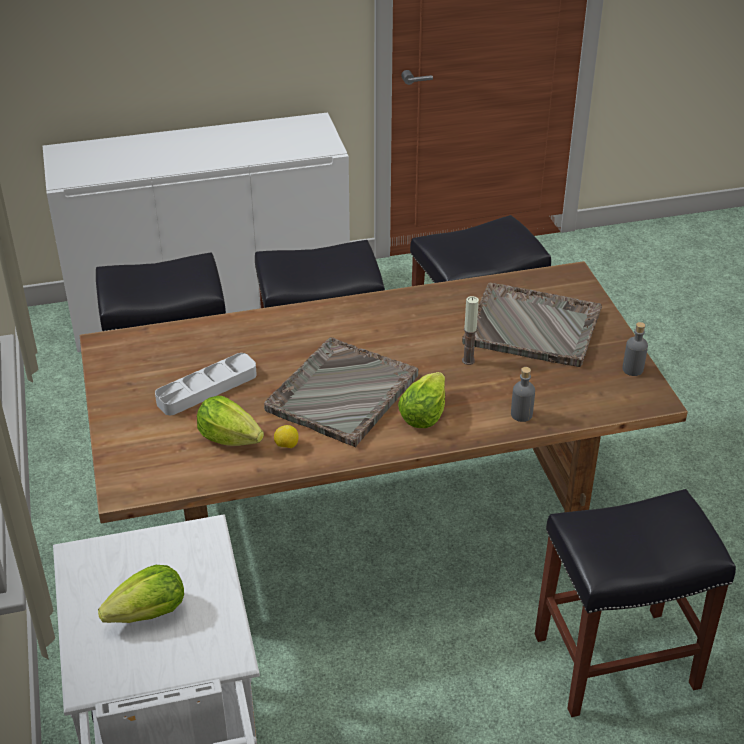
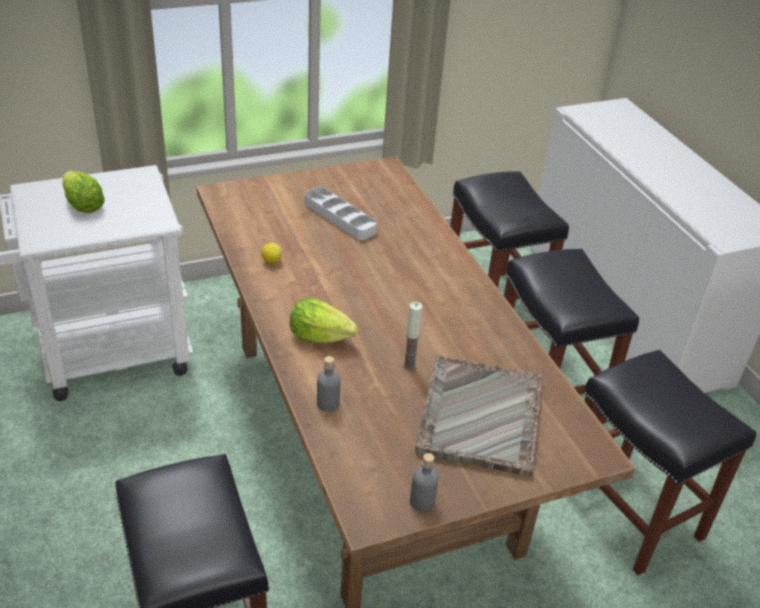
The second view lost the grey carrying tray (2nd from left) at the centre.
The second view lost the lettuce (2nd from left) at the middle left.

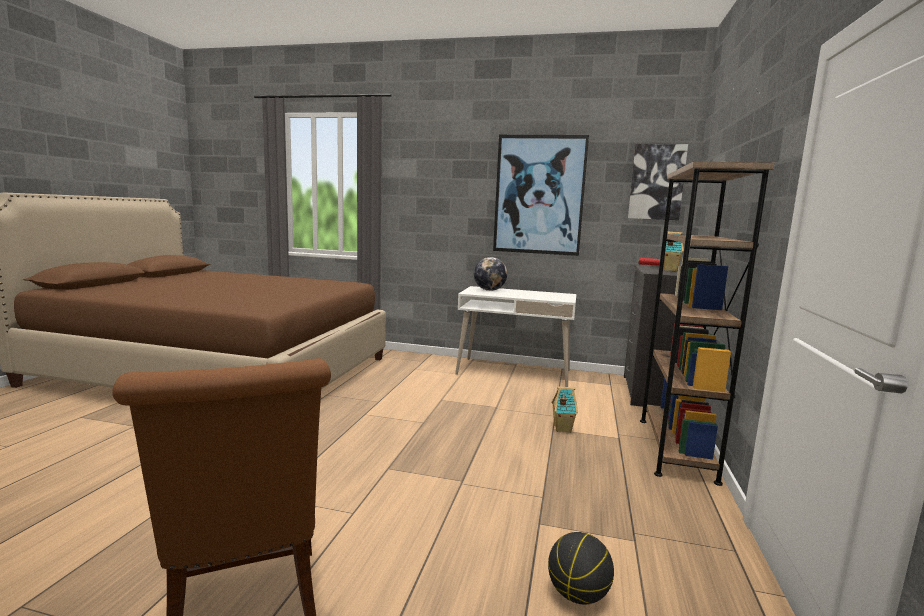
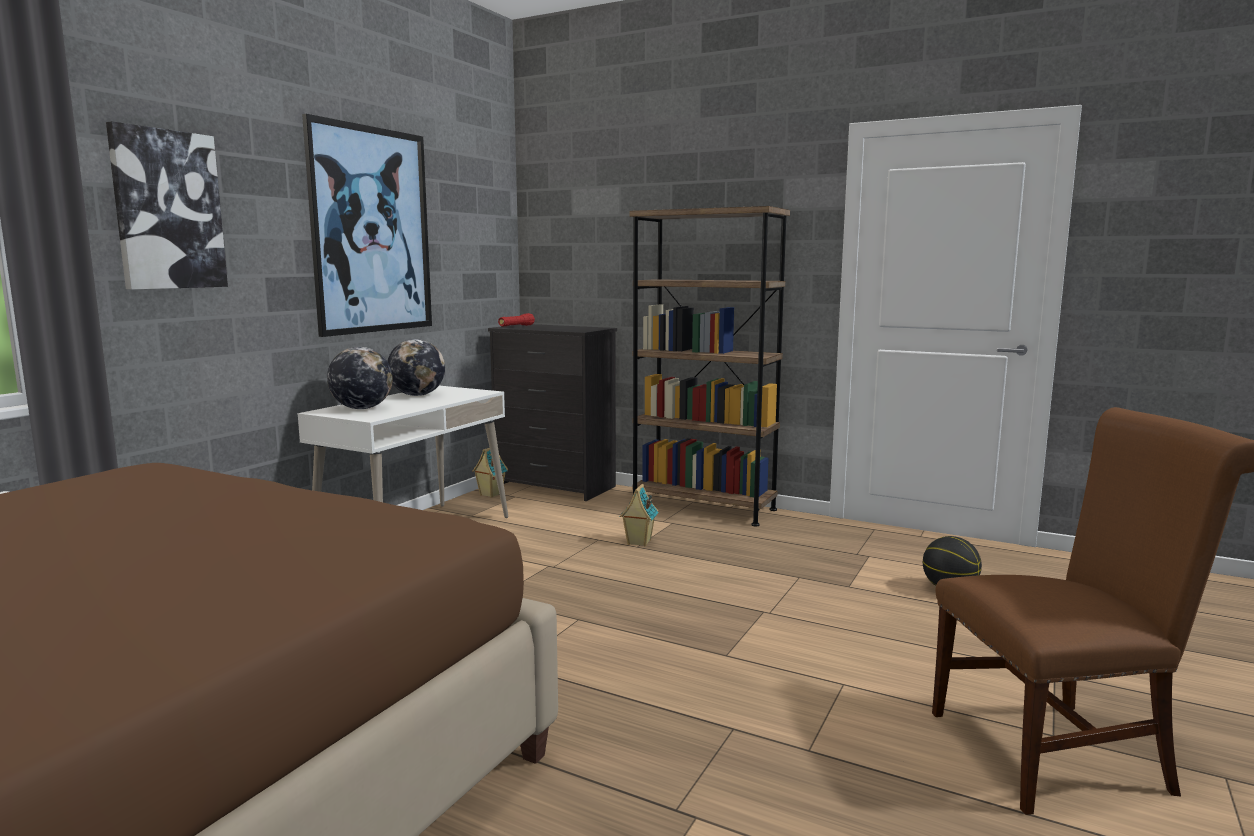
The wall art (2nd from left in the first image) ended up elsewhere, having gone from the top right to the top left.
The model house (2nd from left in the first image) ended up elsewhere, having gone from the middle right to the centre.
The second view gained the desk globe (2nd from left) at the middle left.

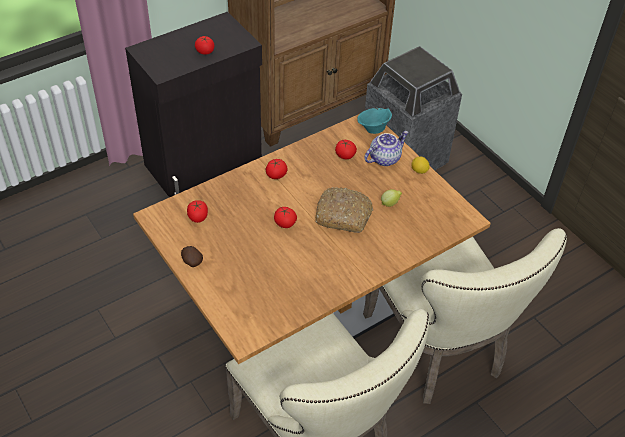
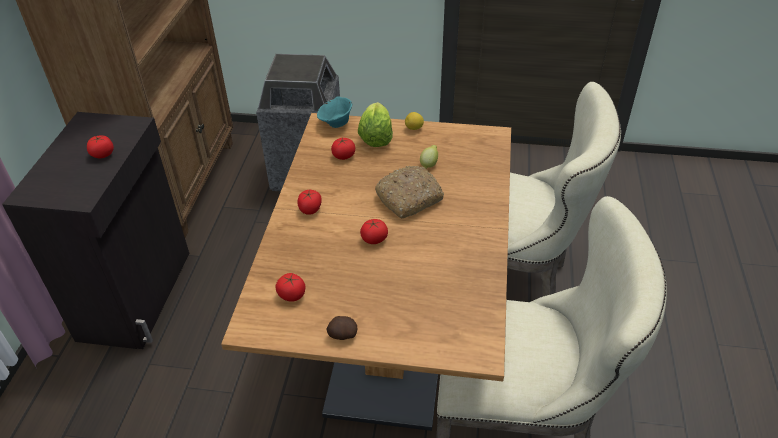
Where the pot for tea stood at the centre, the lettuce came to stand at the top centre.

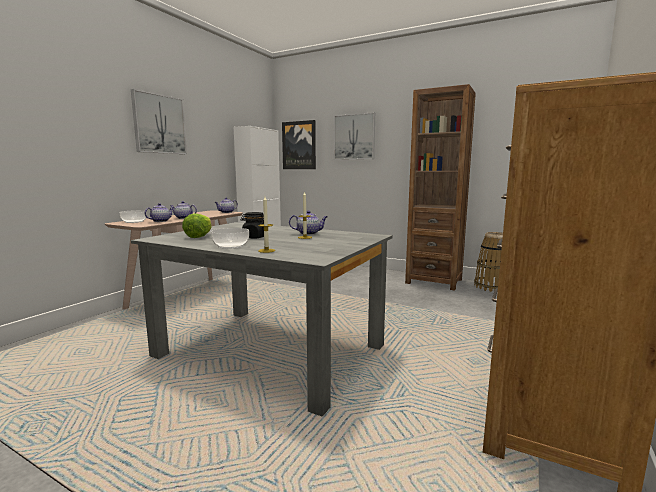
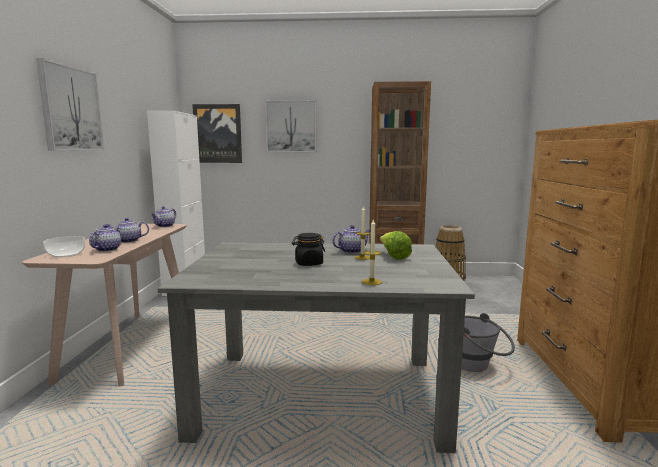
The lettuce ended up elsewhere, having gone from the middle left to the centre.
The second view lost the bowl (2nd from left) at the centre.
The second view gained the grey bucket at the bottom right.

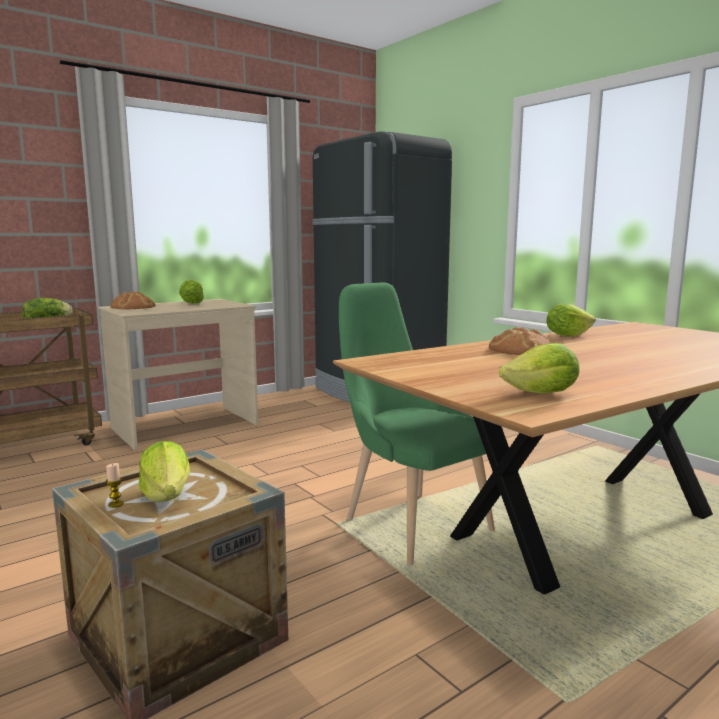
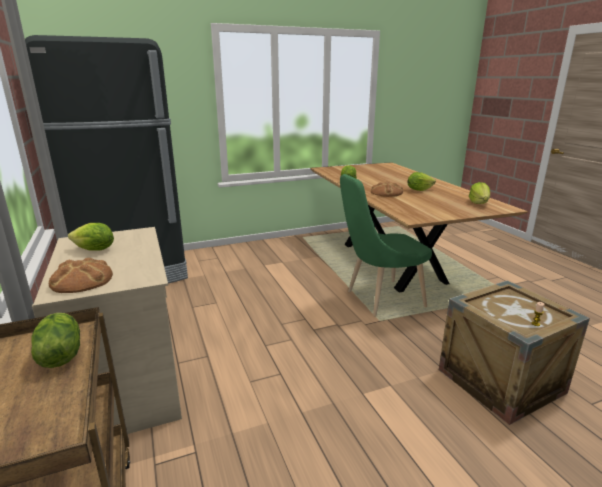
The lettuce (2nd from left in the first image) ended up elsewhere, having gone from the middle left to the middle right.

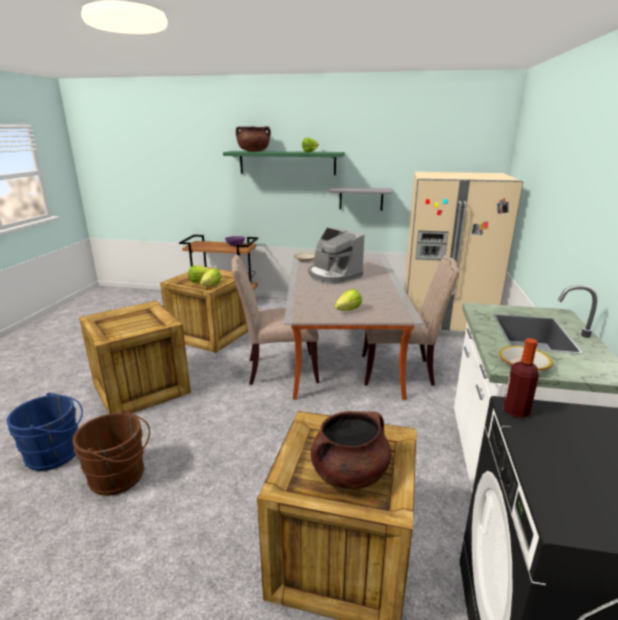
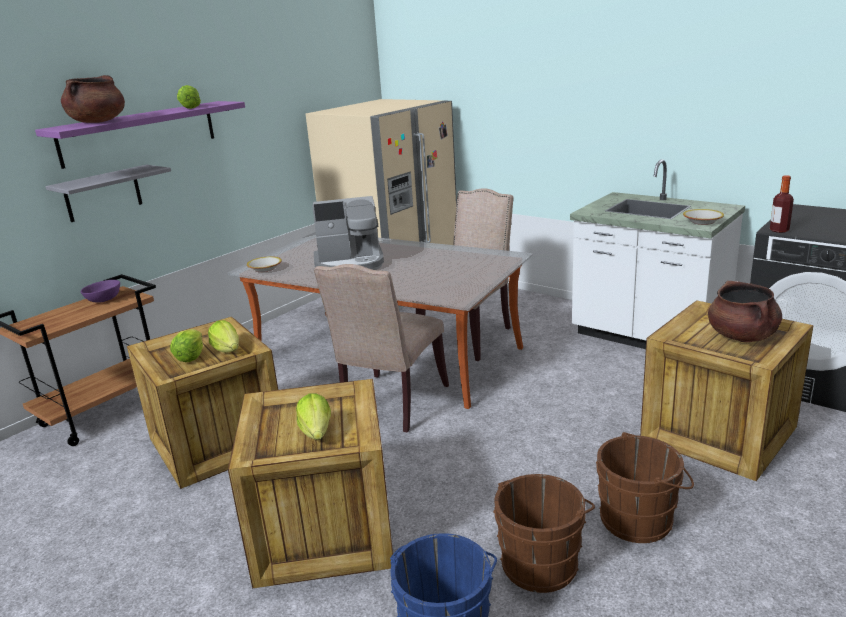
What was the green wall shelf at the top centre turned into the purple-coloured wall shelf at the top left.
The grey wall shelf ended up elsewhere, having gone from the top centre to the top left.
The lettuce (4th from left) ended up elsewhere, having gone from the centre to the bottom centre.
The second view gained the brownish bucket (2nd from left) at the bottom right.

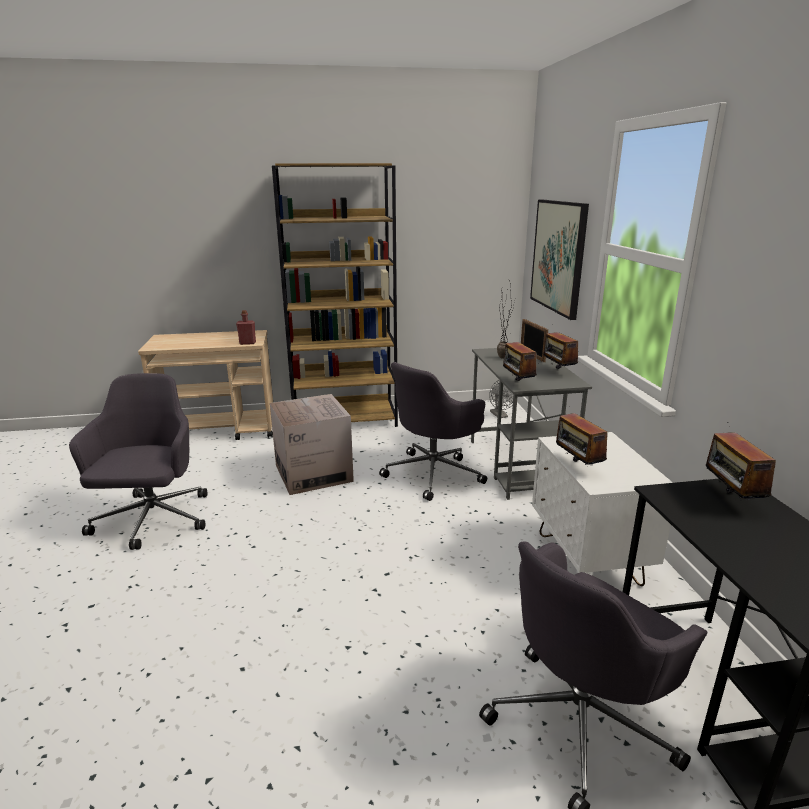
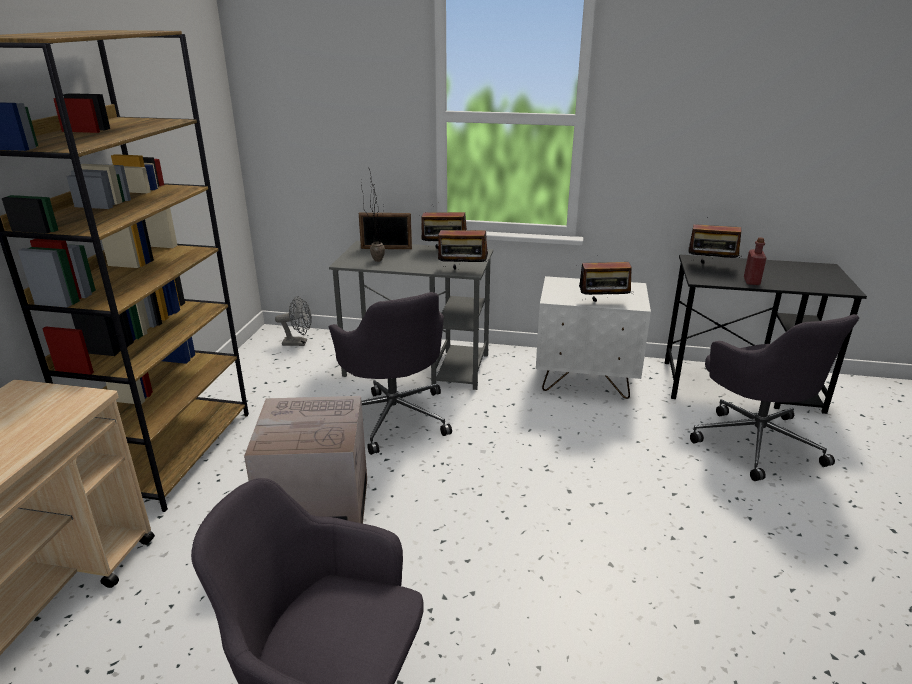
The second view lost the wall art at the top right.
The red bottle ended up elsewhere, having gone from the middle left to the middle right.

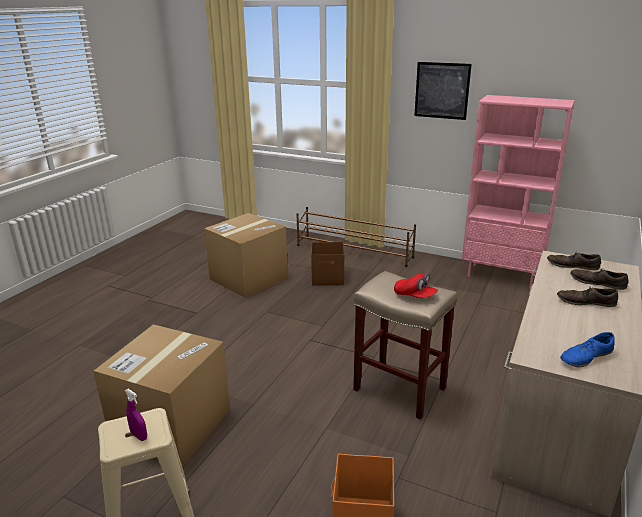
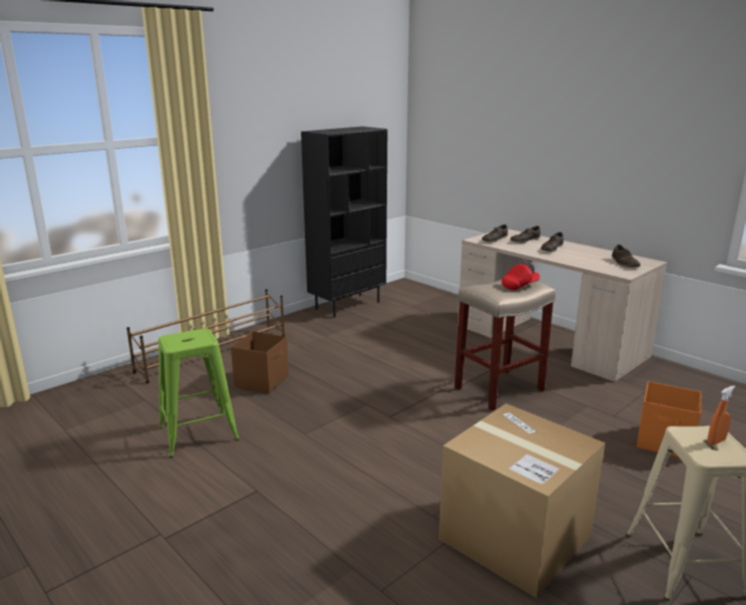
The second view lost the wall art at the top right.
What was the pink-coloured bookcase at the middle right turned into the blackish bookcase at the centre.
Where the cardboard box (2nd from left) stood at the centre, the green stool came to stand at the middle left.
What was the blue shoe at the bottom right turned into the brownish shoe (4th from left) at the middle right.
What was the purple-coloured hand sprayer at the bottom left turned into the orange-coloured hand sprayer at the bottom right.

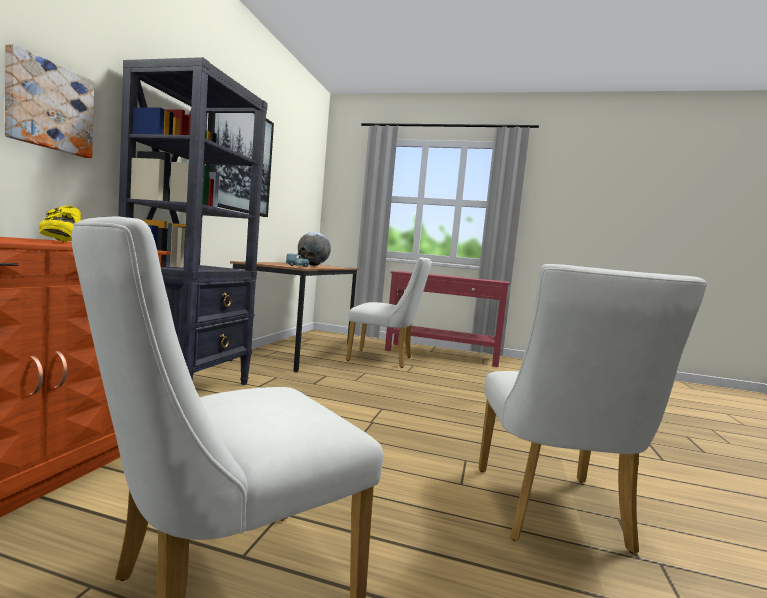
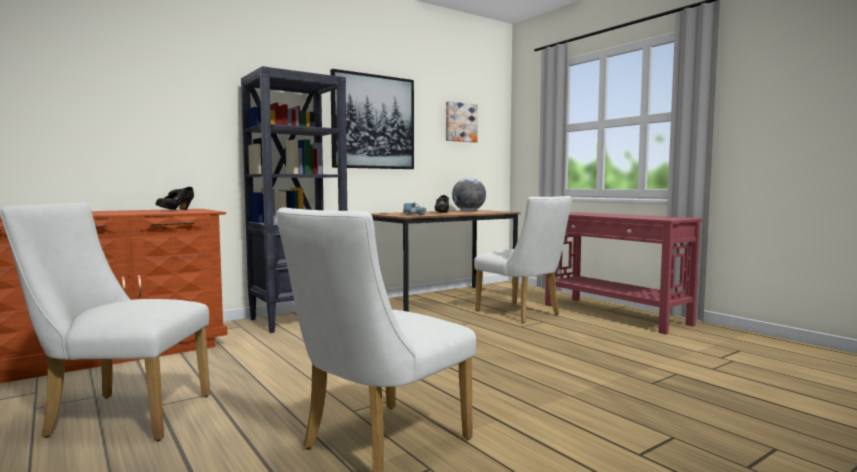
The wall art (1st from left in the first image) ended up elsewhere, having gone from the top left to the top centre.
What was the yellow shoe at the middle left turned into the blackish shoe (1st from left) at the middle left.

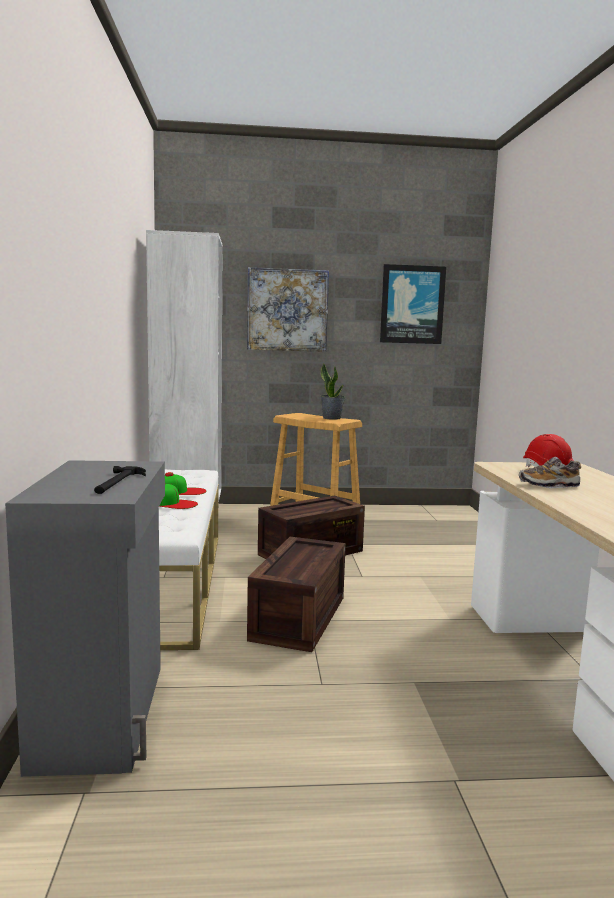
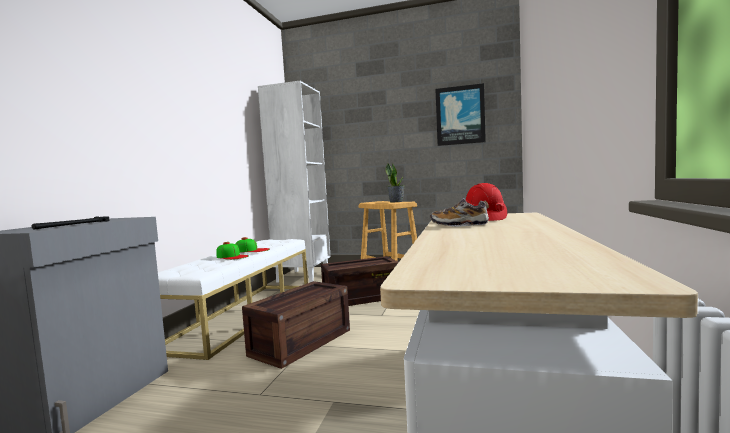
The second view lost the wall art (1st from left) at the centre.

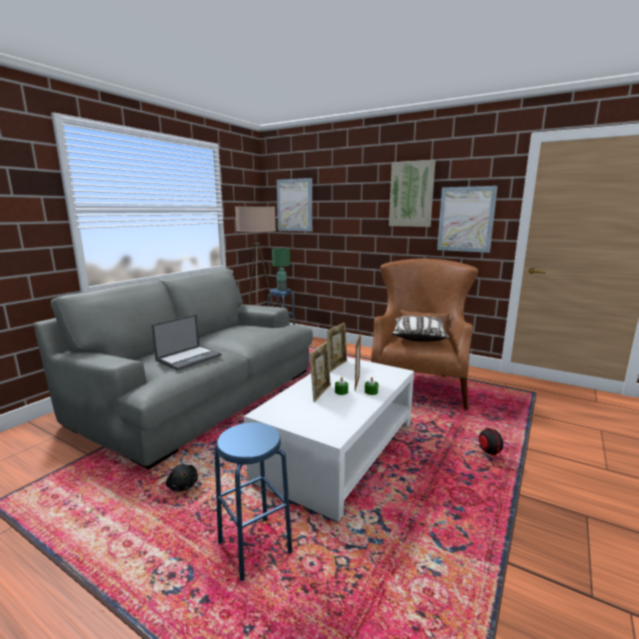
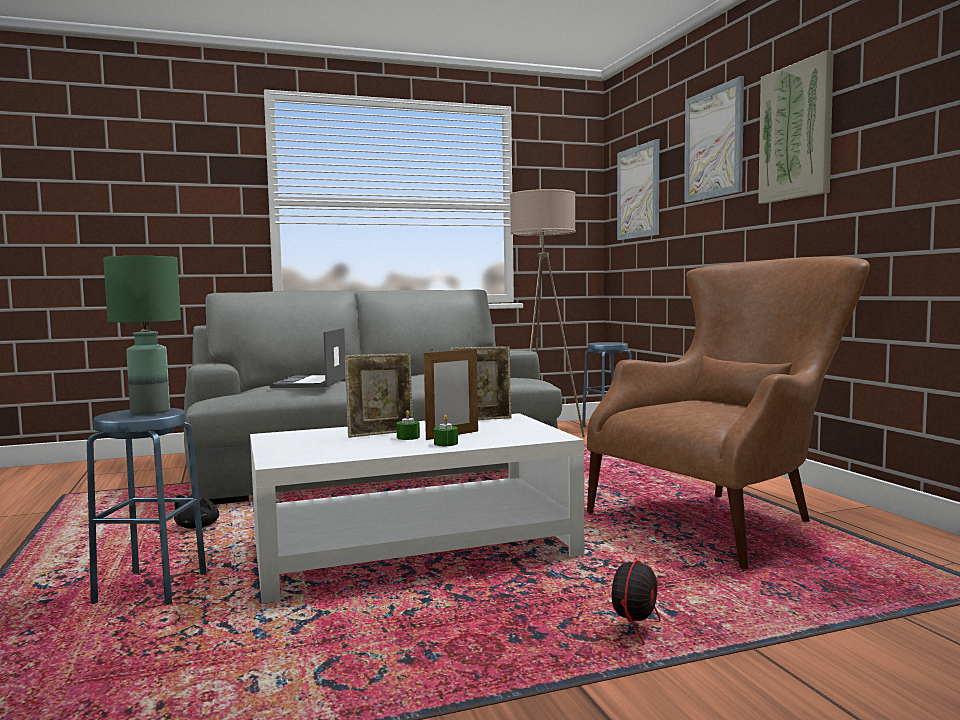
The wall art (3rd from left in the first image) ended up elsewhere, having gone from the middle right to the top right.
The green table lamp ended up elsewhere, having gone from the centre to the middle left.
The laptop at the middle left ended up facing another way, 105 degrees clockwise from before.
The second view lost the throw pillow at the centre.

